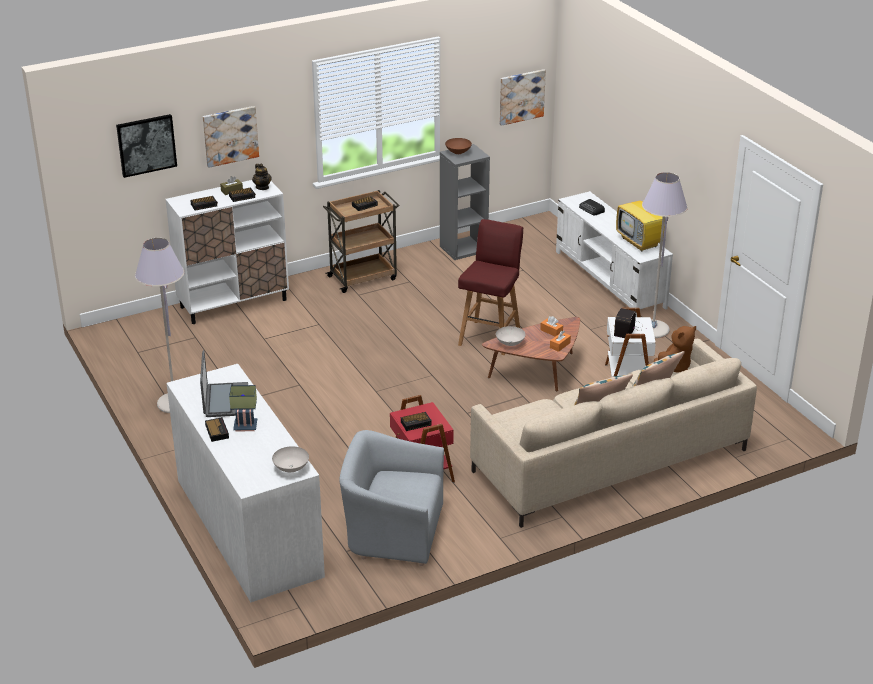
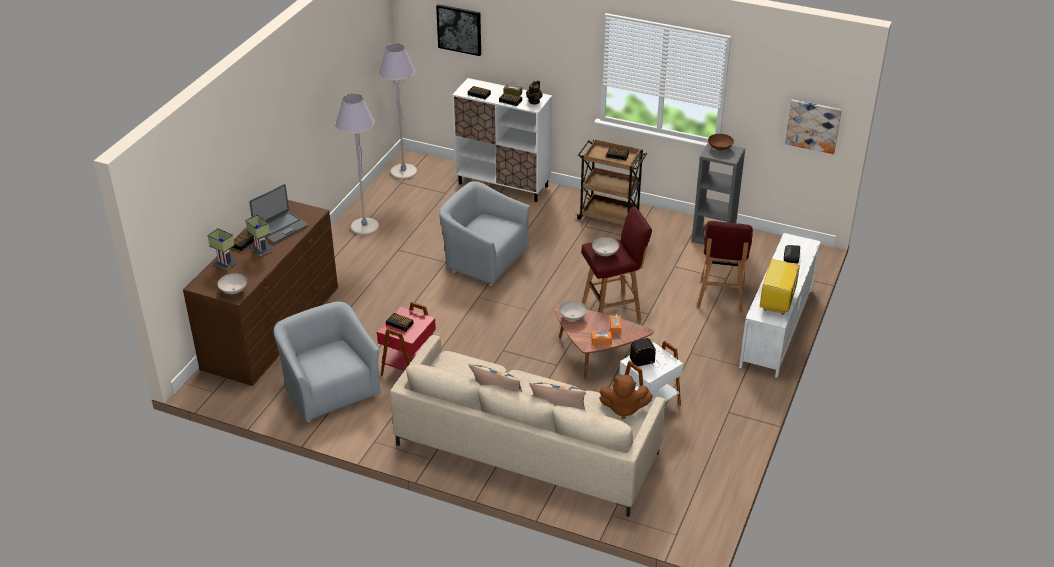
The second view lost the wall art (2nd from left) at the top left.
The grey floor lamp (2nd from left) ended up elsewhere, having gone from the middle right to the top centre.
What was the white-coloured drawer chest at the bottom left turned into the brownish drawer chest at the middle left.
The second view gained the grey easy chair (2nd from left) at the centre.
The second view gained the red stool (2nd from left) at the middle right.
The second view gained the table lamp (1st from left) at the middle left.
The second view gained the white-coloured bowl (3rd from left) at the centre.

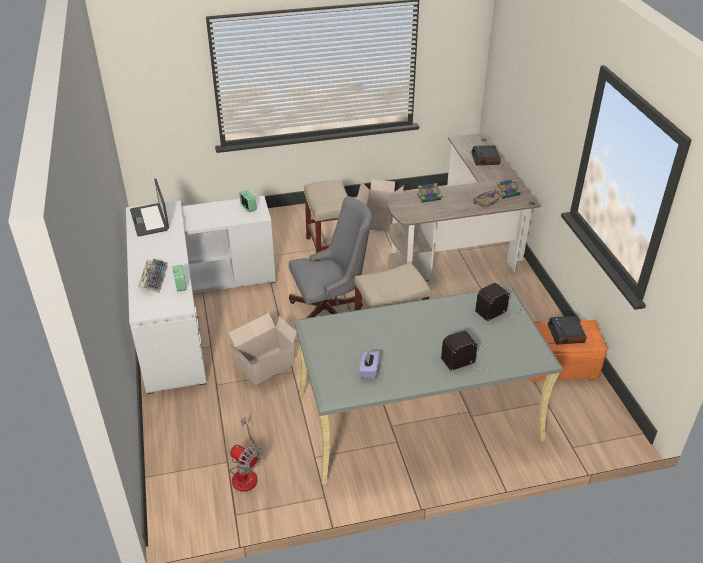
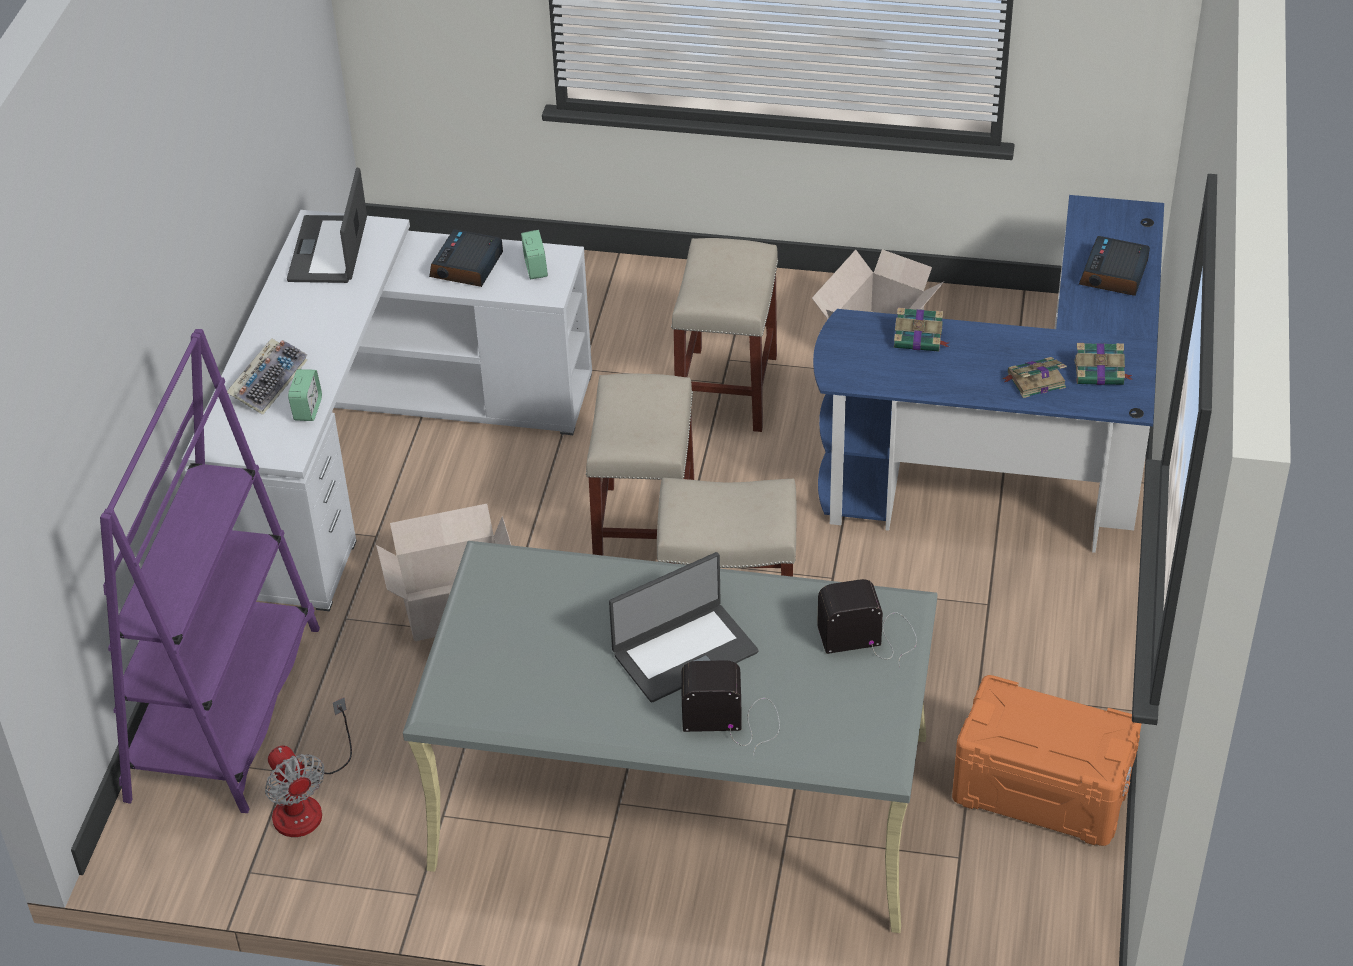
What was the brownish desk table at the centre turned into the blue desk table at the middle right.
Where the grey computer chair stood at the centre, the sand-coloured stool (1st from left) came to stand at the centre.
The bedside clock (4th from left in the first image) ended up elsewhere, having gone from the middle right to the top centre.
The second view lost the purple-coloured tissue box at the centre.
The second view gained the purple-coloured bookcase at the middle left.
The second view gained the laptop (2nd from left) at the centre.

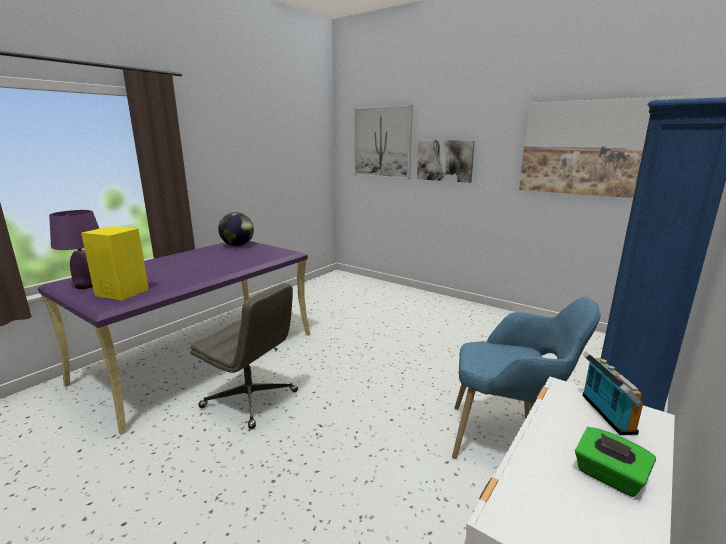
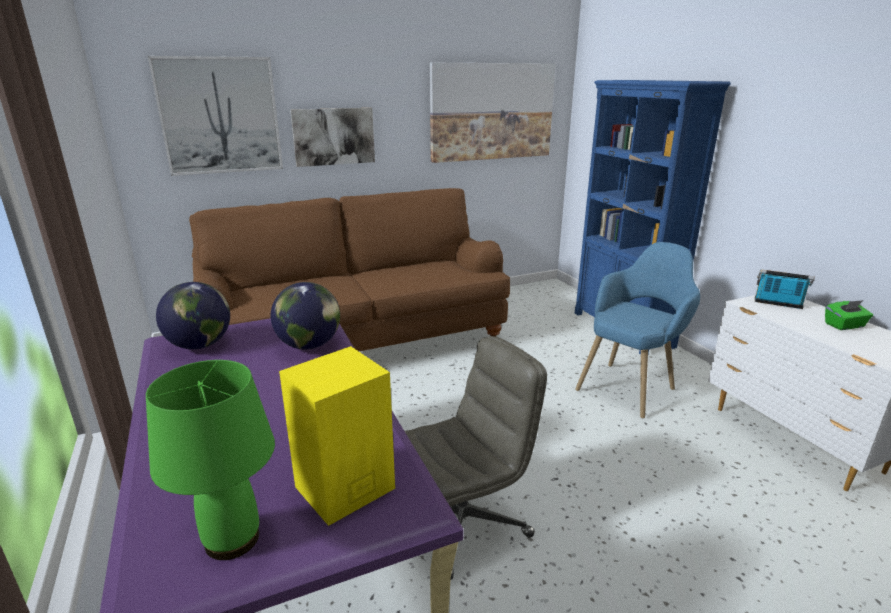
What was the purple-coloured table lamp at the middle left turned into the green table lamp at the bottom left.
The second view gained the brownish sofa at the centre.
The second view gained the desk globe (2nd from left) at the centre.

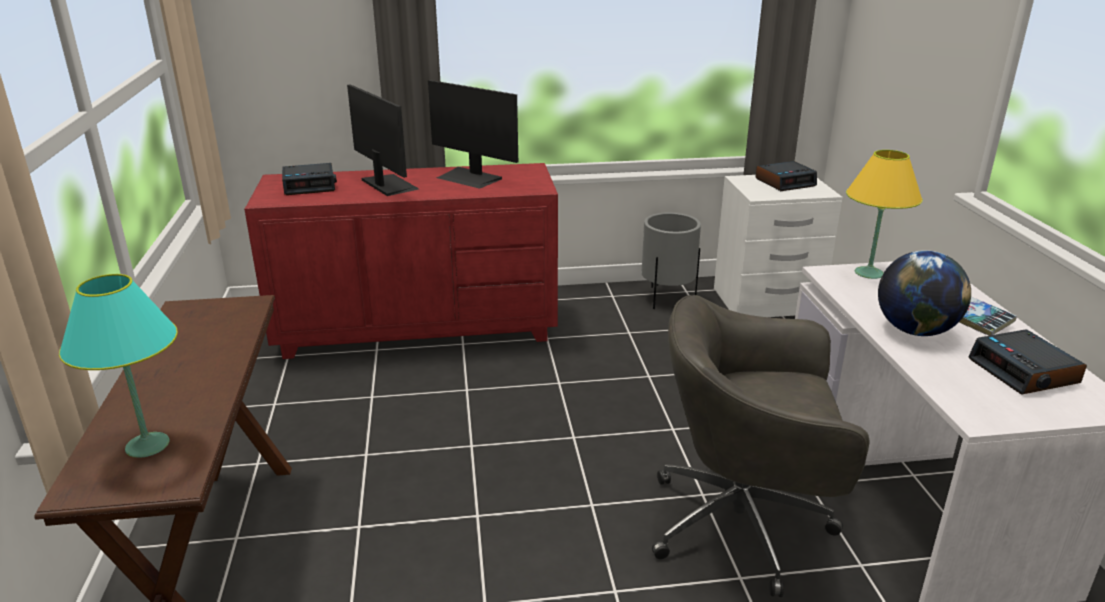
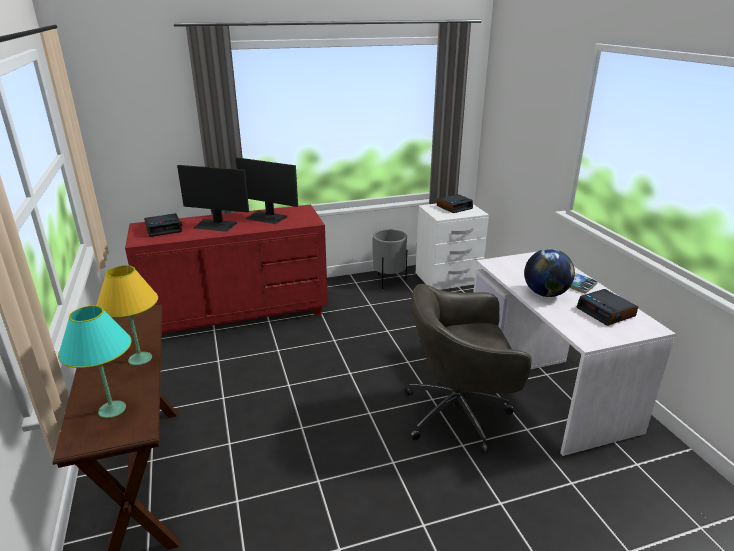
The computer display (1st from left) at the top centre ended up facing another way, 150 degrees clockwise from before.
The yellow table lamp ended up elsewhere, having gone from the middle right to the middle left.

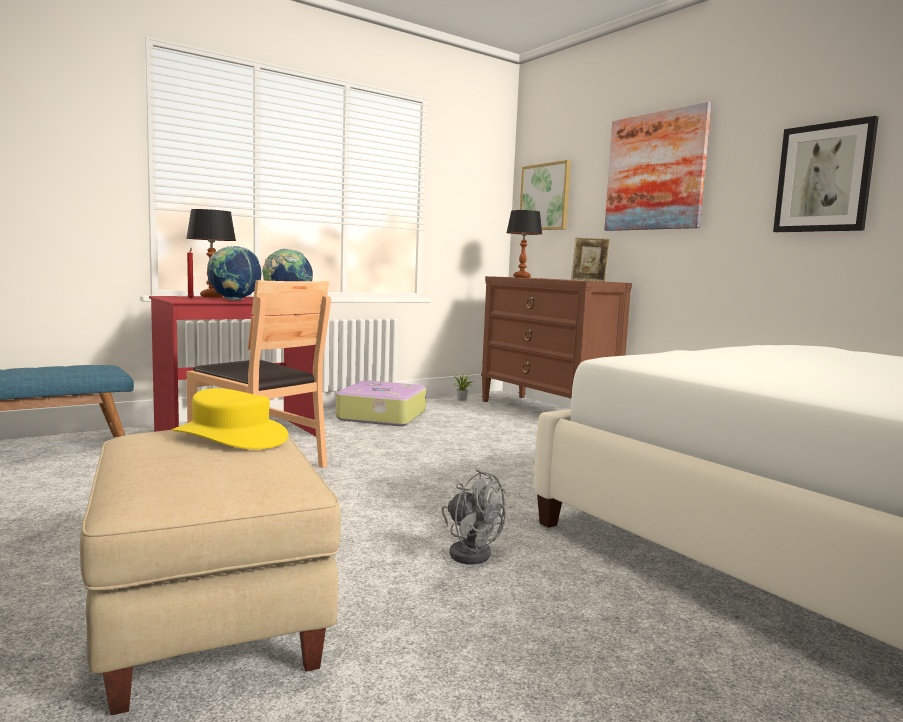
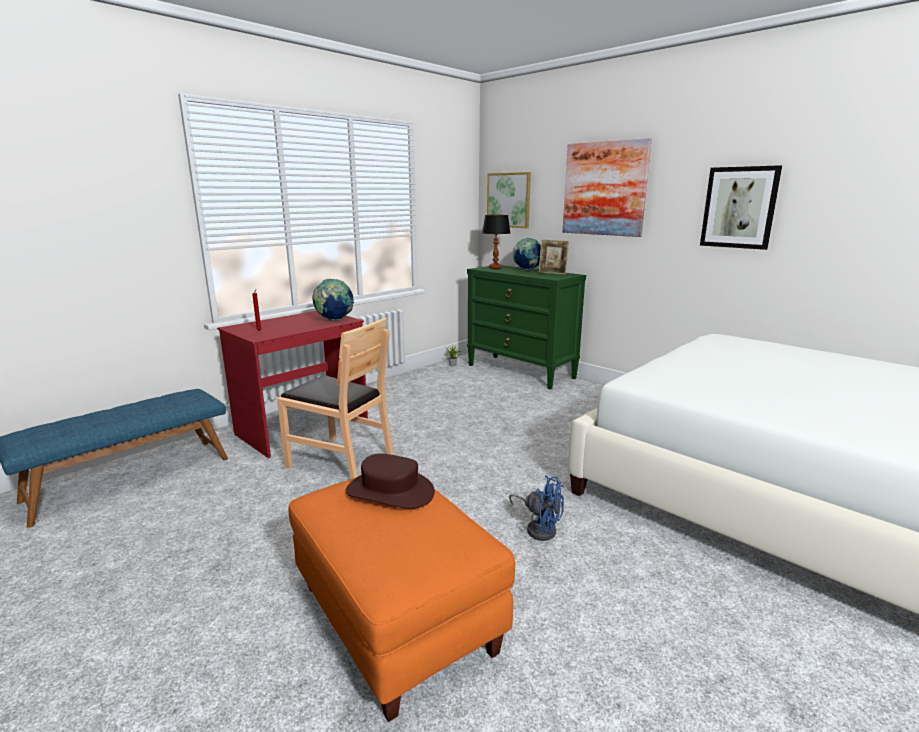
The second view lost the table lamp (1st from left) at the middle left.
The desk globe (1st from left in the first image) ended up elsewhere, having gone from the middle left to the centre.
What was the brownish drawer chest at the centre turned into the green drawer chest at the centre.
The second view lost the piece of luggage at the centre.
What was the yellow clothing hat at the middle left turned into the brownish clothing hat at the centre.
What was the sand-coloured pouffe at the bottom left turned into the orange-coloured pouffe at the bottom centre.
What was the grey fan at the bottom centre turned into the blue fan at the bottom centre.

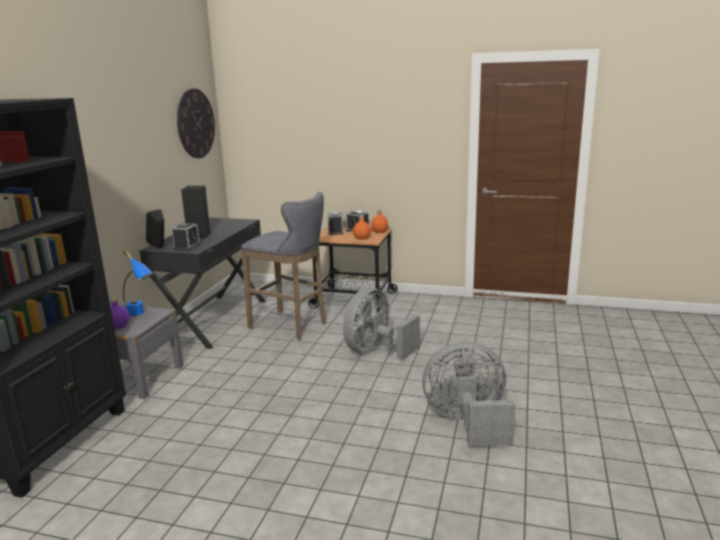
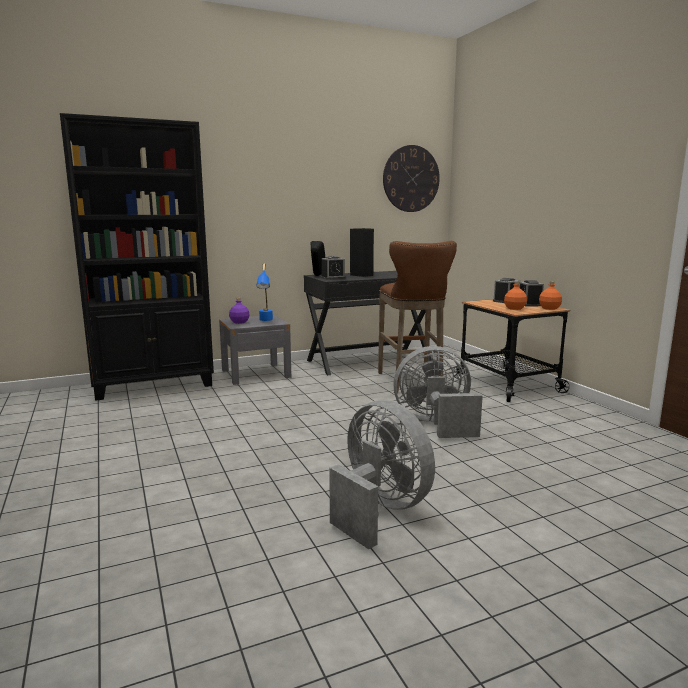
What was the grey stool at the centre turned into the brownish stool at the centre.

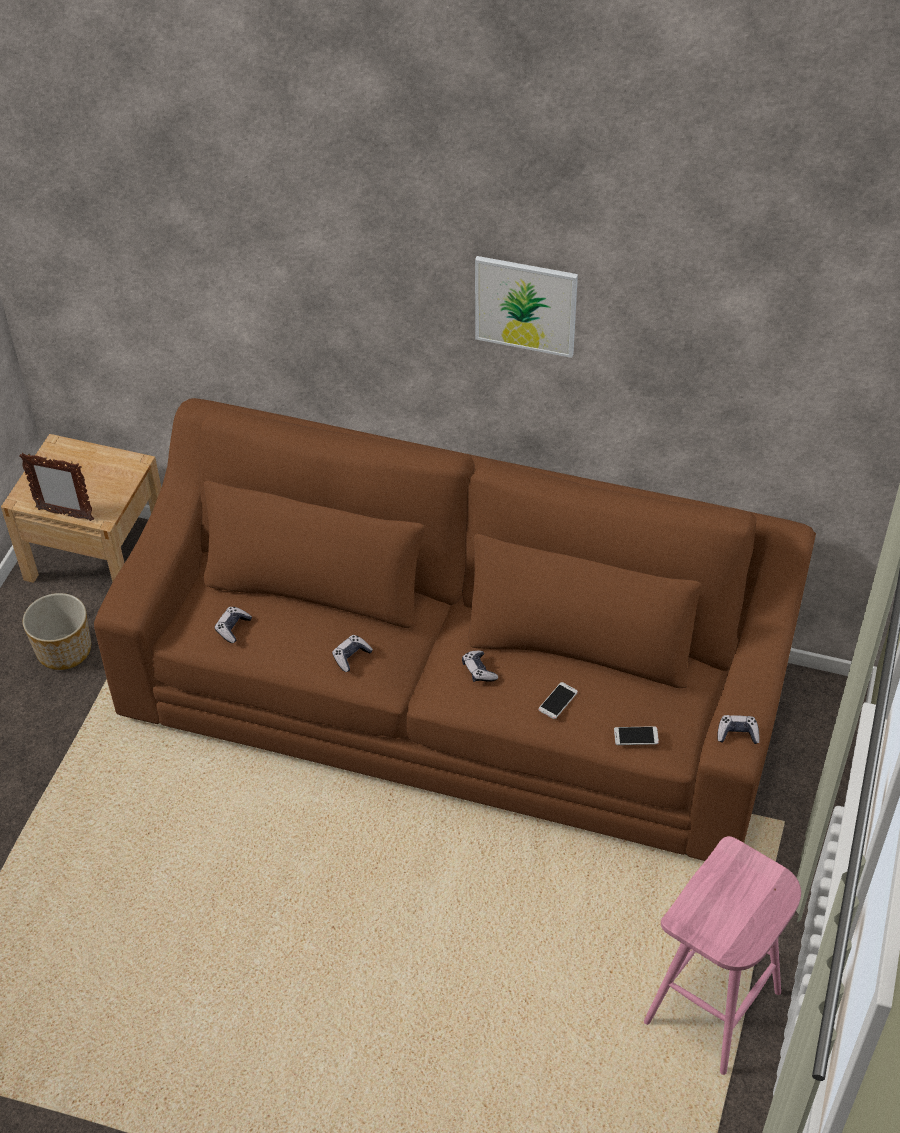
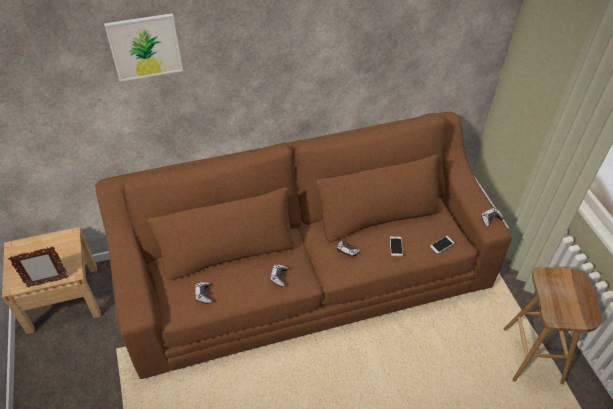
The wall art ended up elsewhere, having gone from the top centre to the top left.
The second view lost the planter at the middle left.
What was the pink-coloured stool at the bottom right turned into the brownish stool at the bottom right.

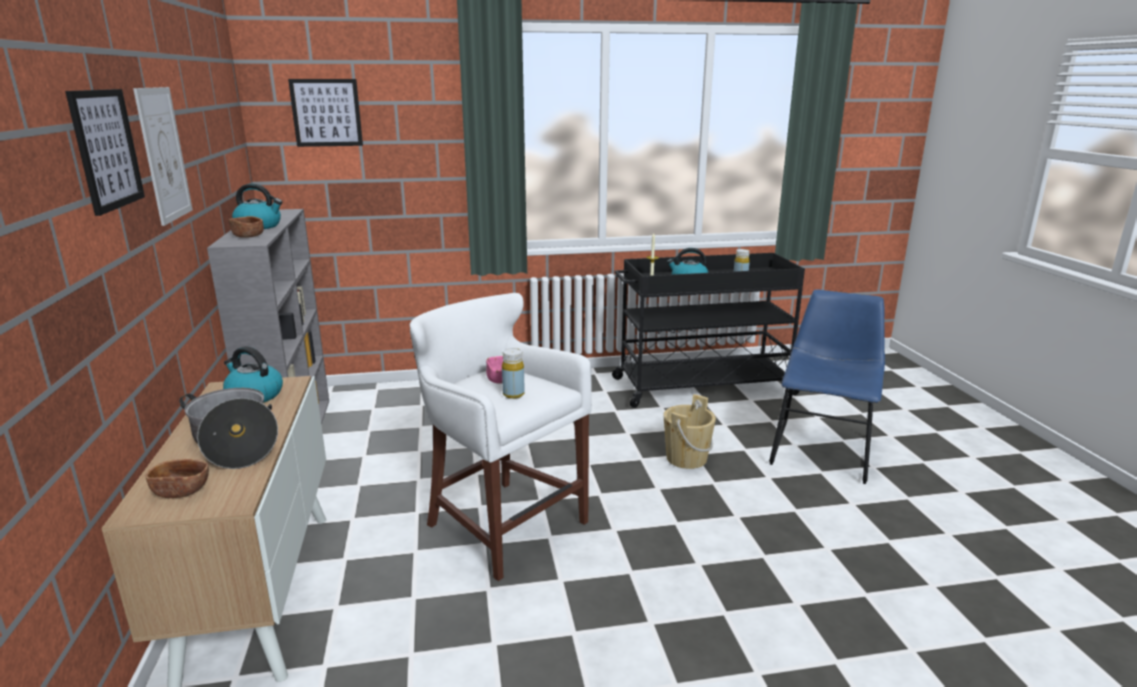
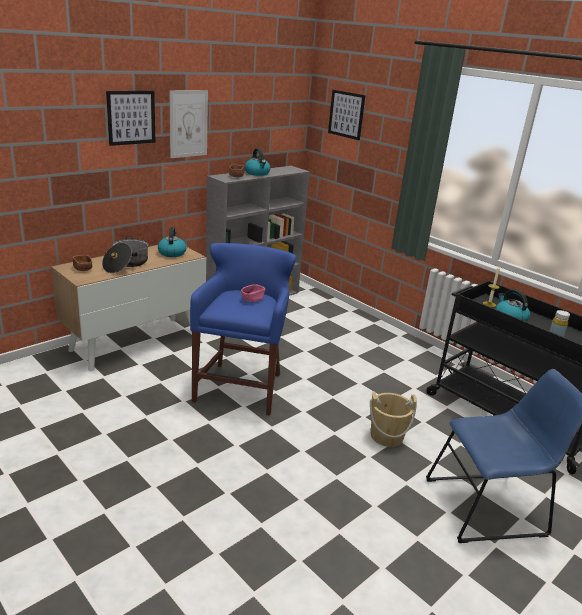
What was the white-coloured stool at the centre turned into the blue stool at the centre.
The second view lost the yellow bottle (1st from left) at the centre.

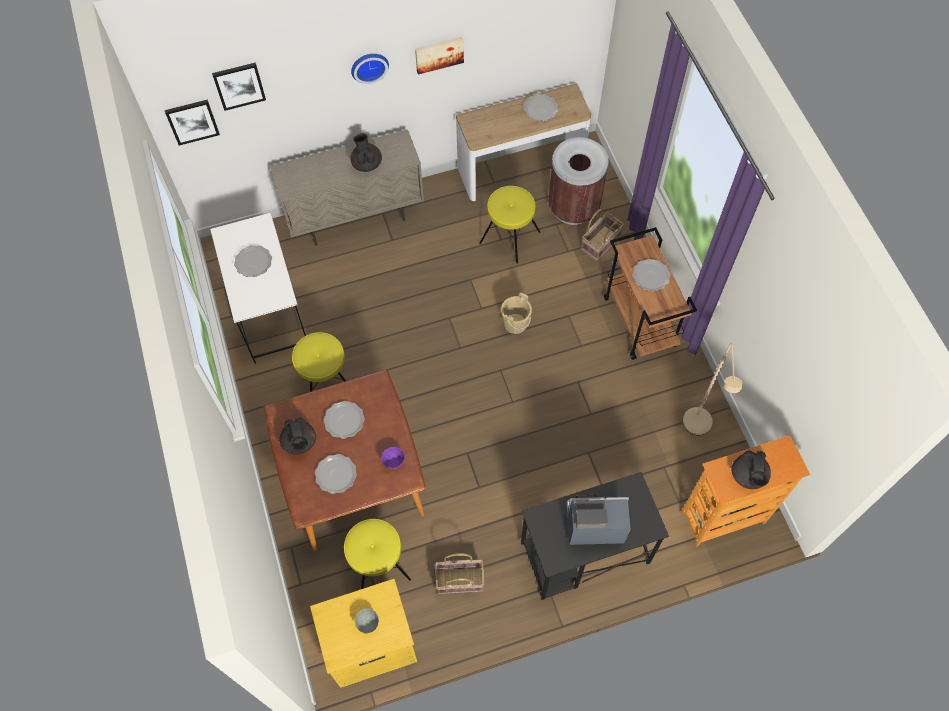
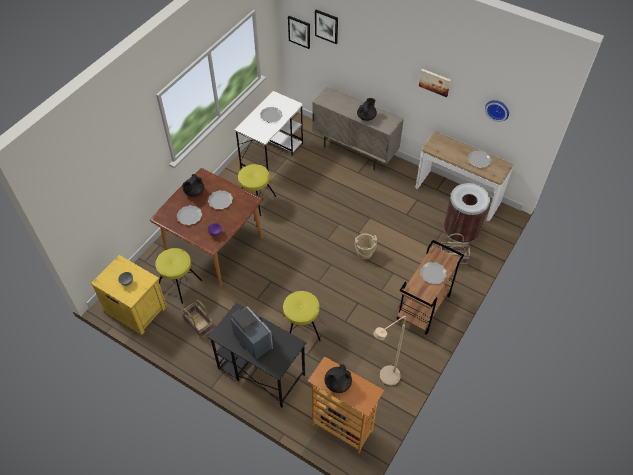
The wall clock ended up elsewhere, having gone from the top centre to the top right.
The yellow stool (3rd from left) ended up elsewhere, having gone from the top centre to the centre.

